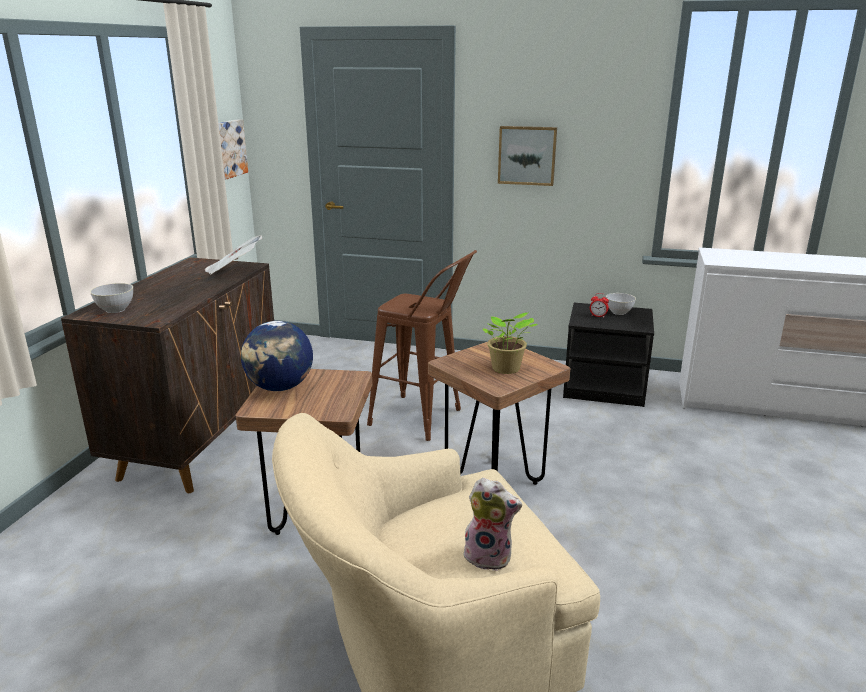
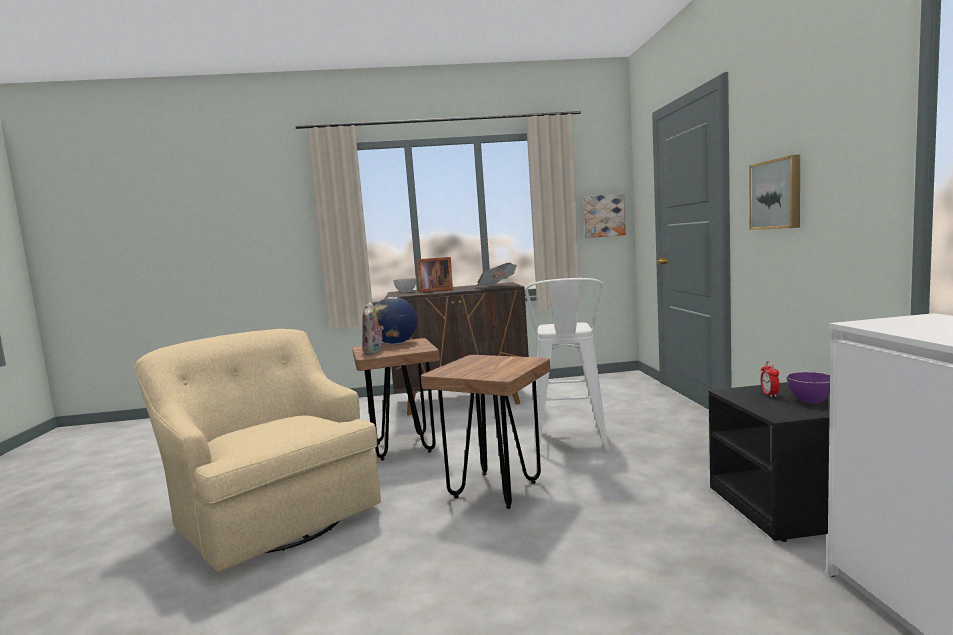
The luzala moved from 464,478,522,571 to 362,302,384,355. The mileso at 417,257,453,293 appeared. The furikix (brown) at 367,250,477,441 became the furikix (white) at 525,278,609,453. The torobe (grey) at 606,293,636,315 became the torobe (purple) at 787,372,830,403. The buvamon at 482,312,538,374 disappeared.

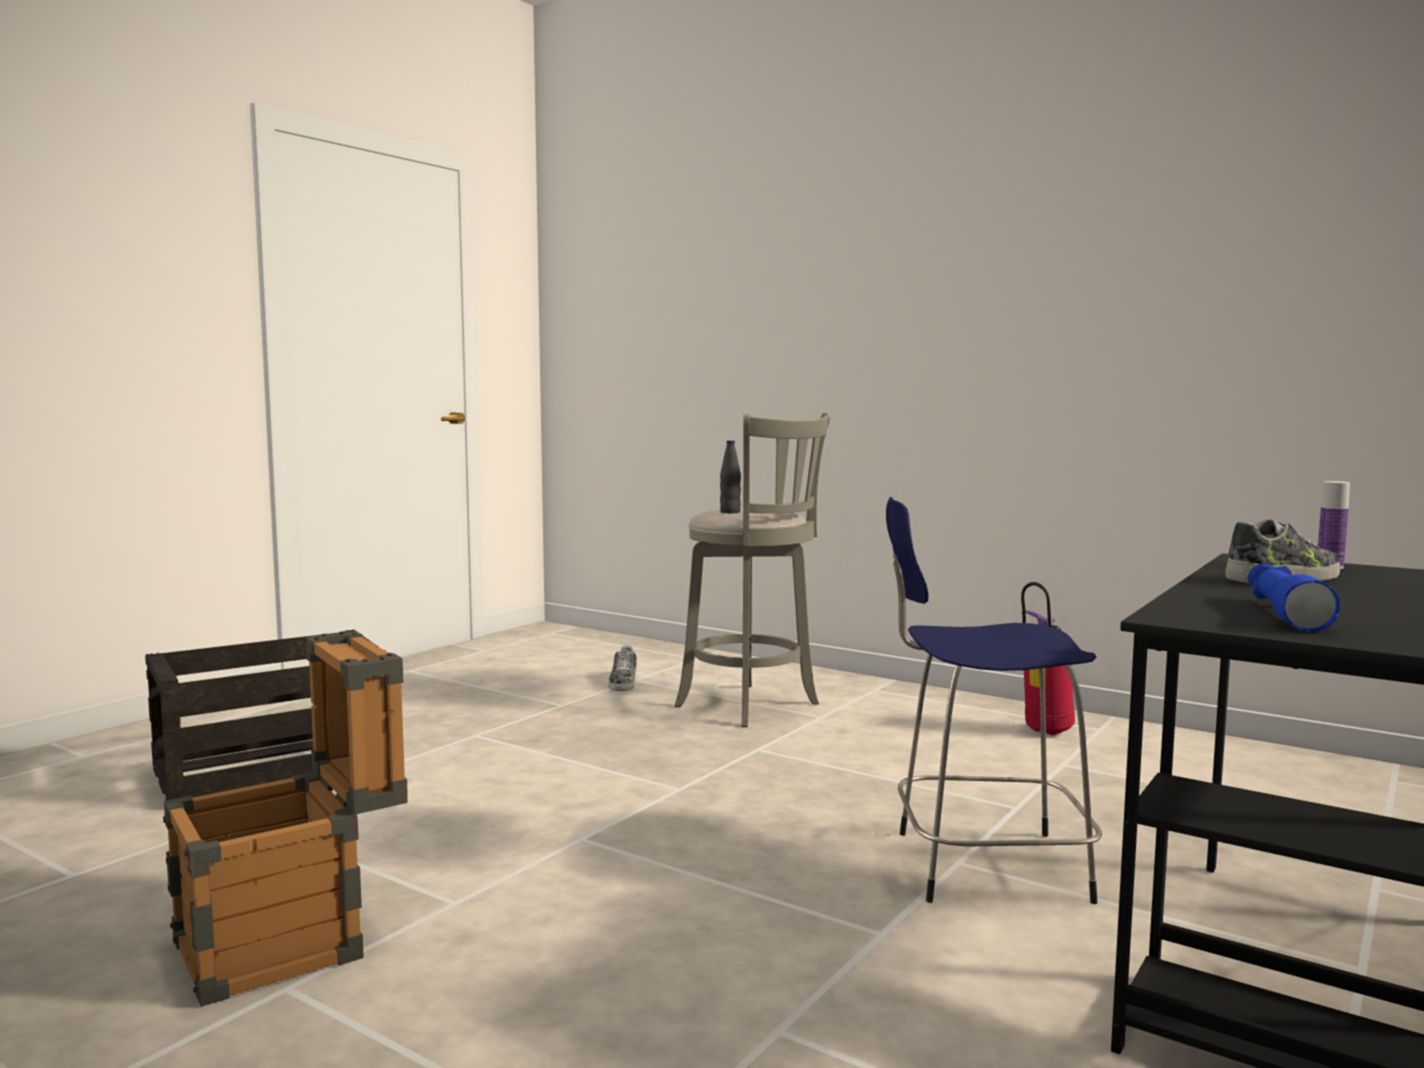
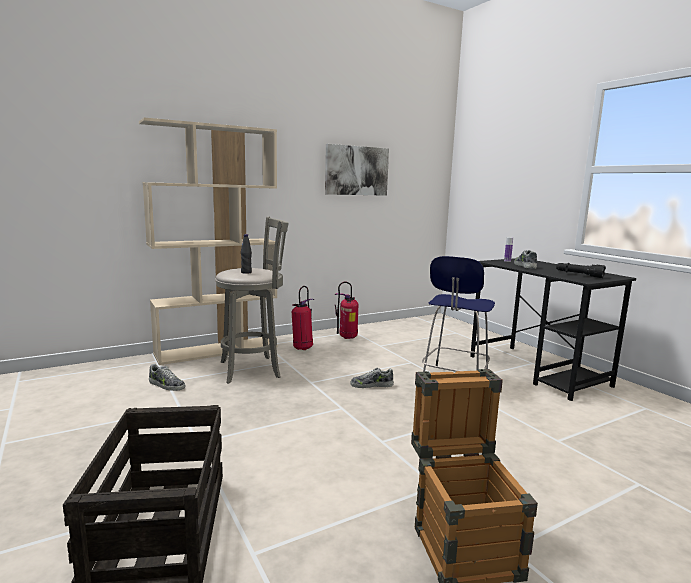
The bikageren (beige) at 139,117,277,365 appeared. The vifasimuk at 292,286,314,350 appeared. The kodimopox at 325,144,389,196 appeared. The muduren at 351,368,394,388 appeared. The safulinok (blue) at 1248,563,1340,632 became the safulinok (black) at 556,263,606,278.

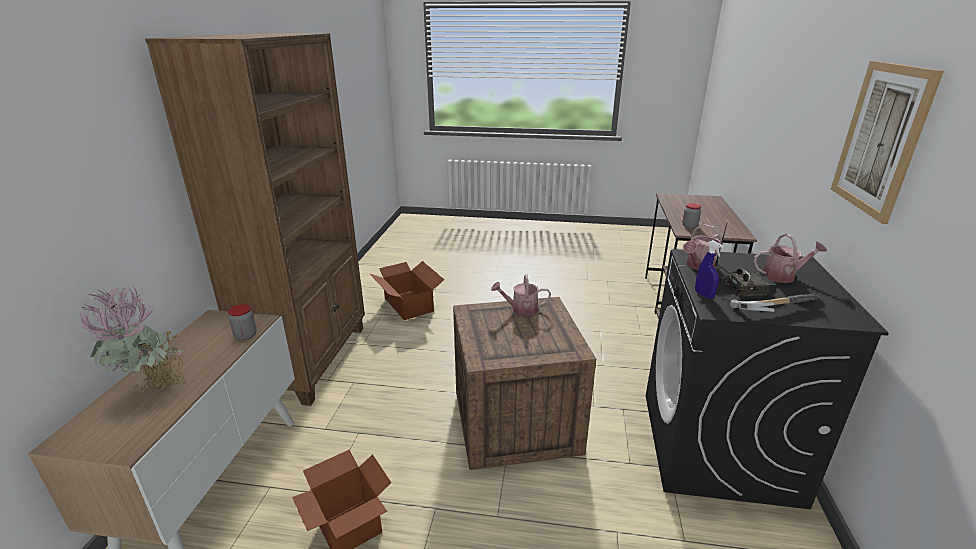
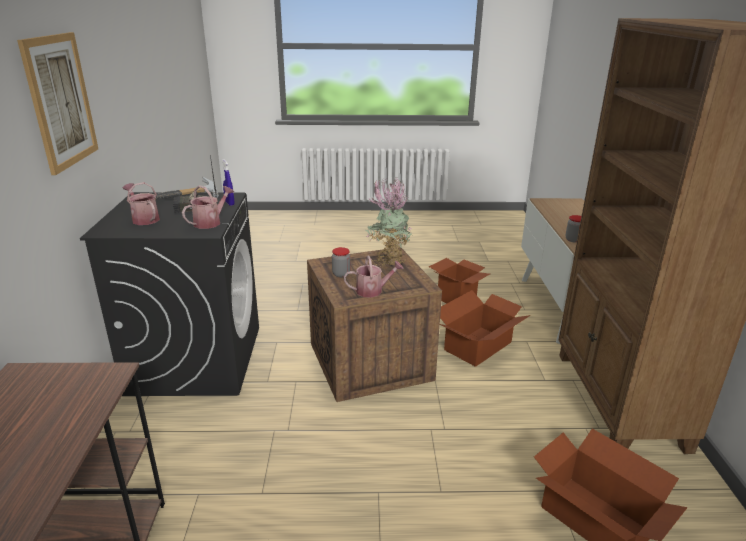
The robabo at 753,233,827,283 turned 60 degrees clockwise. The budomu moved from 682,203,701,228 to 332,247,350,277. The buvamon moved from 79,286,186,395 to 365,177,412,267. The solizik at 440,290,530,367 appeared.

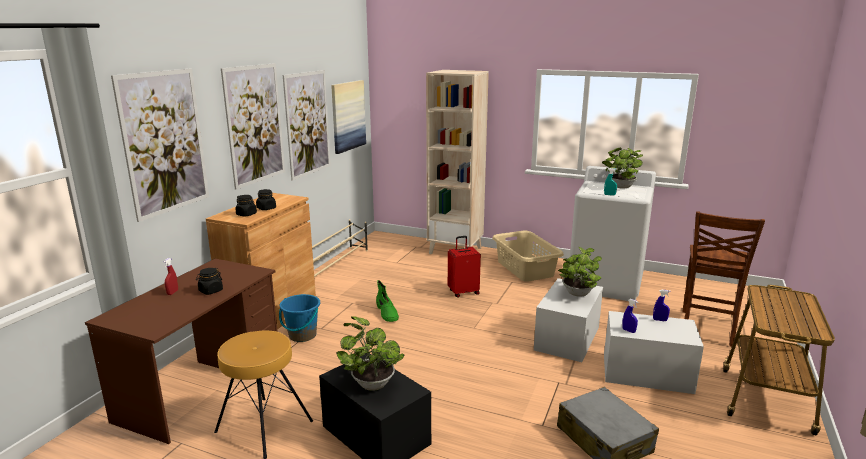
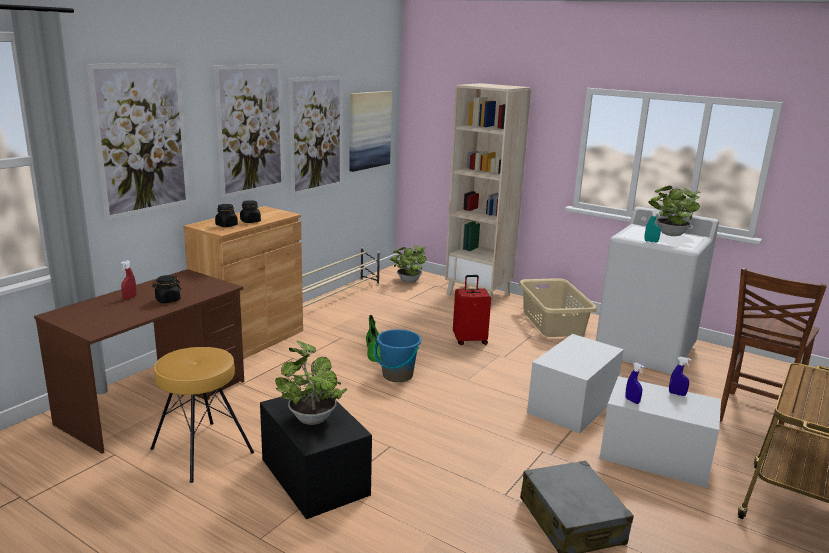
The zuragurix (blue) moved from 279,294,320,342 to 374,329,421,382. The buvamon moved from 558,247,602,296 to 390,245,426,283.

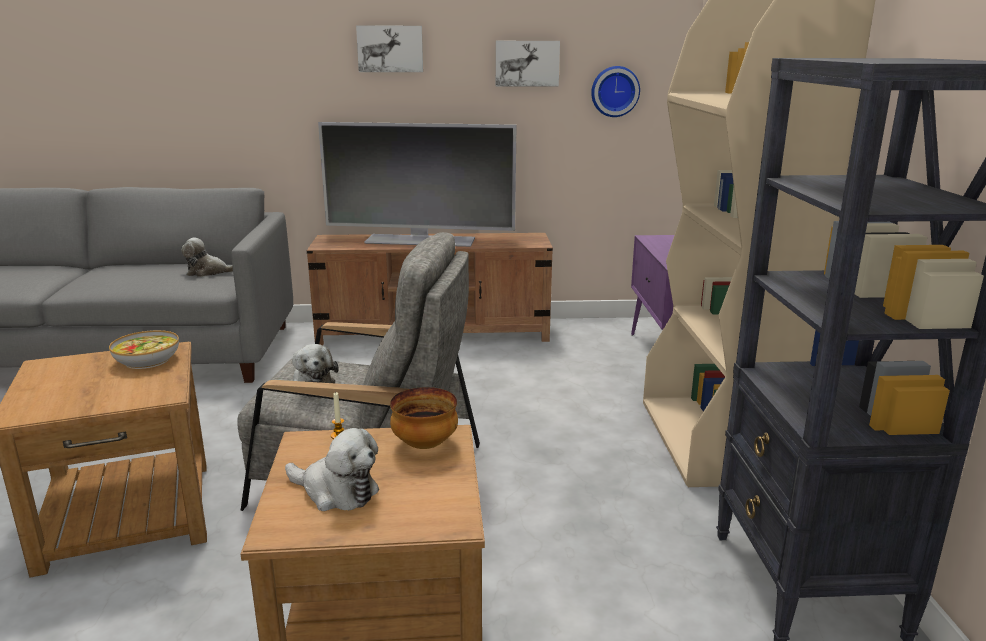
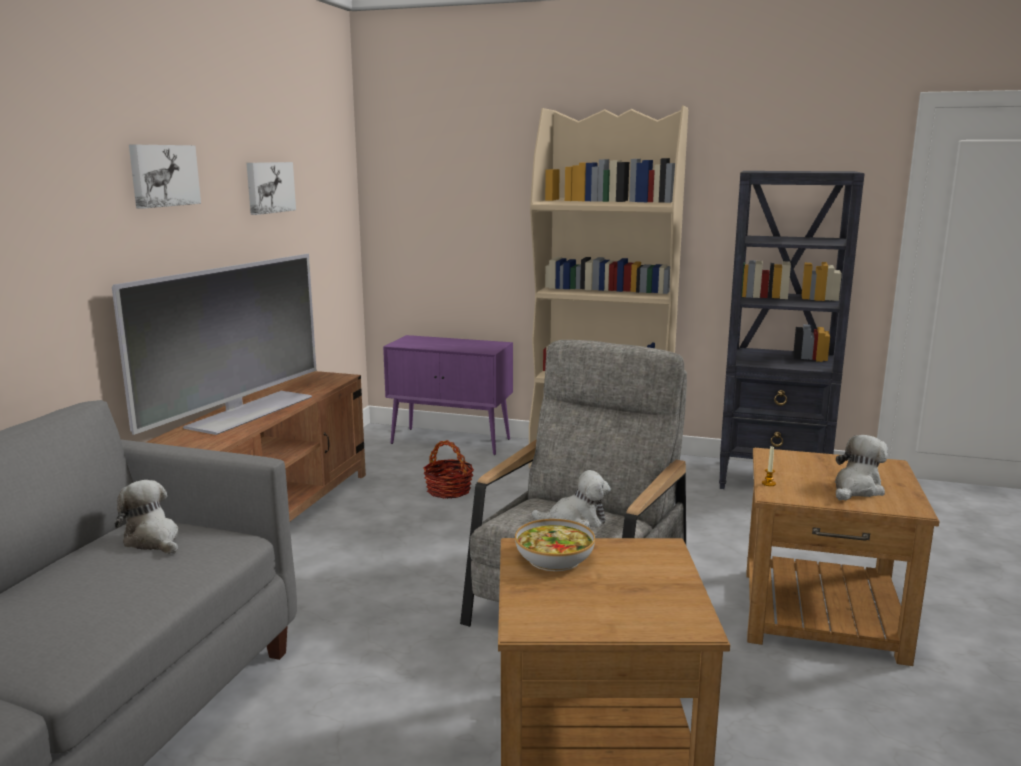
The luzala at 181,237,233,277 turned 120 degrees clockwise. The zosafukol at 423,440,474,499 appeared. The torobe at 390,387,458,449 disappeared. The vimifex at 591,66,640,117 disappeared.

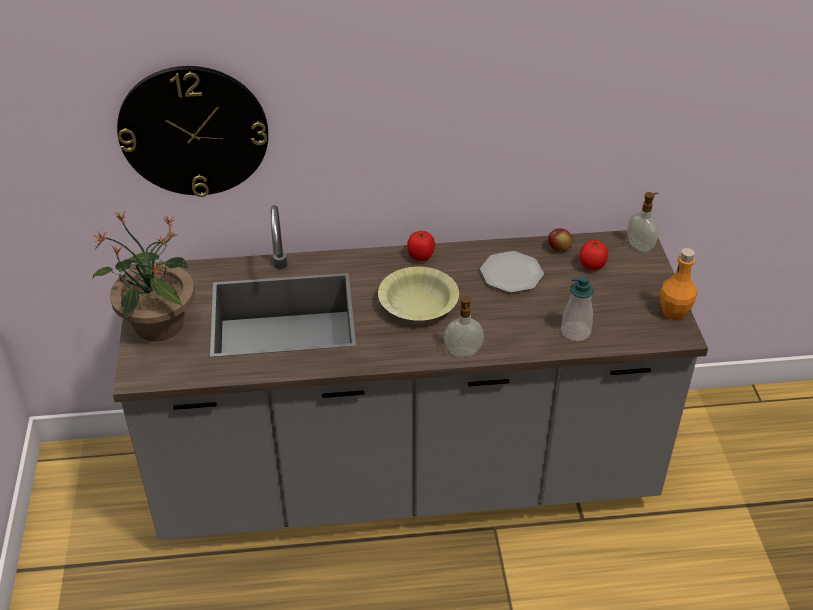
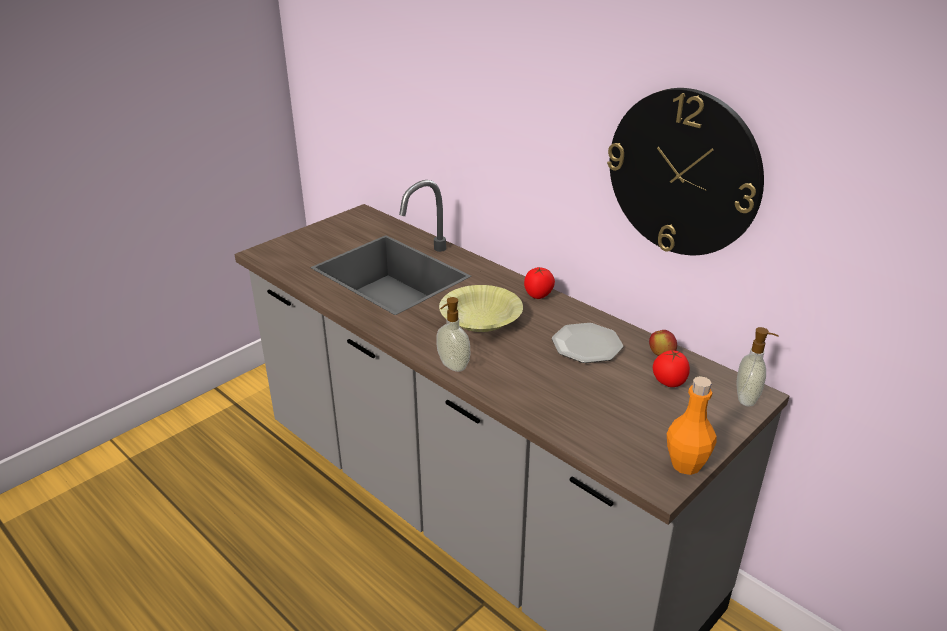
The vimifex moved from 117,66,268,197 to 607,88,764,255. The buvamon at 92,211,195,342 disappeared. The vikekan at 561,276,594,341 disappeared.

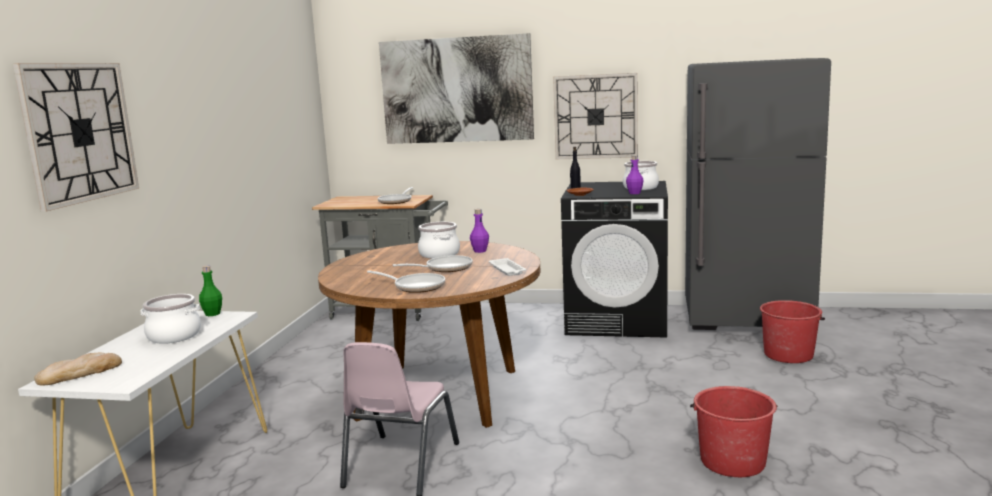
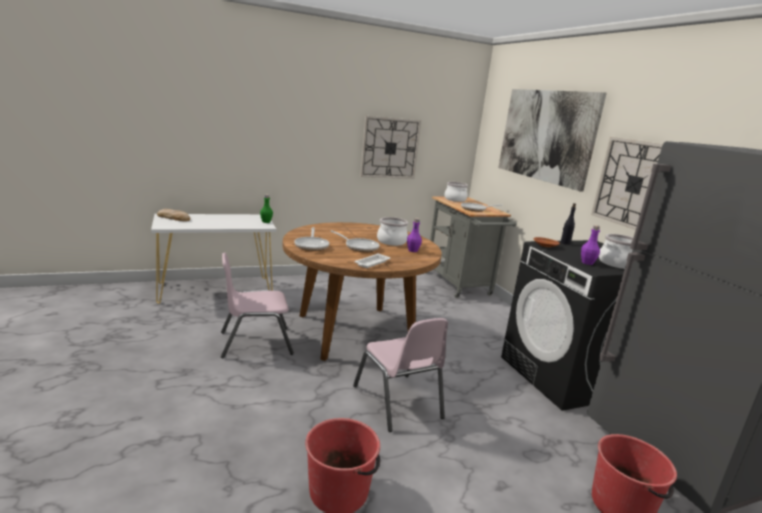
The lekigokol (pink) at 353,318,448,432 appeared. The vimifex moved from 13,63,139,212 to 360,116,421,179. The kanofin moved from 140,294,201,344 to 444,182,468,202.

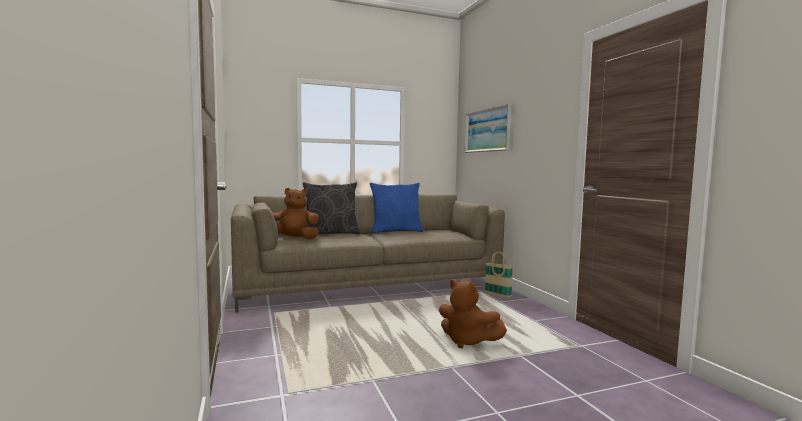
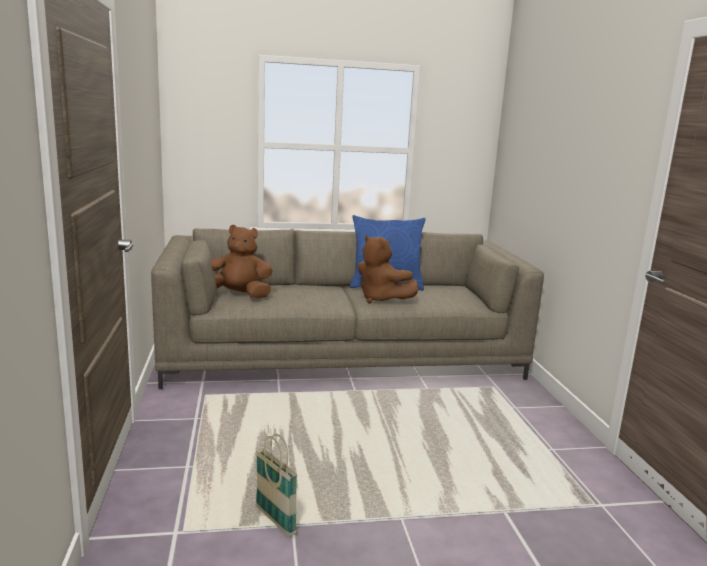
The zosafukol moved from 485,252,513,298 to 256,434,297,537. The luzala (brown) moved from 439,280,507,348 to 358,235,418,304. The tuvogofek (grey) at 303,182,360,234 disappeared. The kodimopox at 464,104,511,153 disappeared.

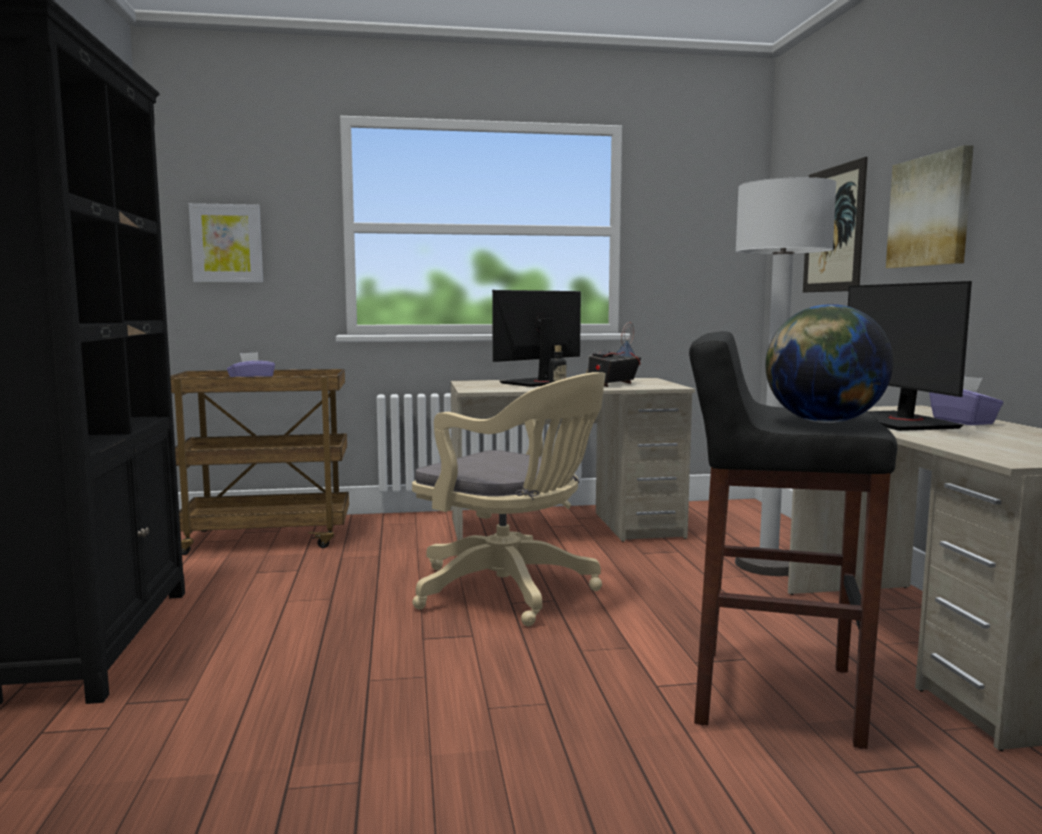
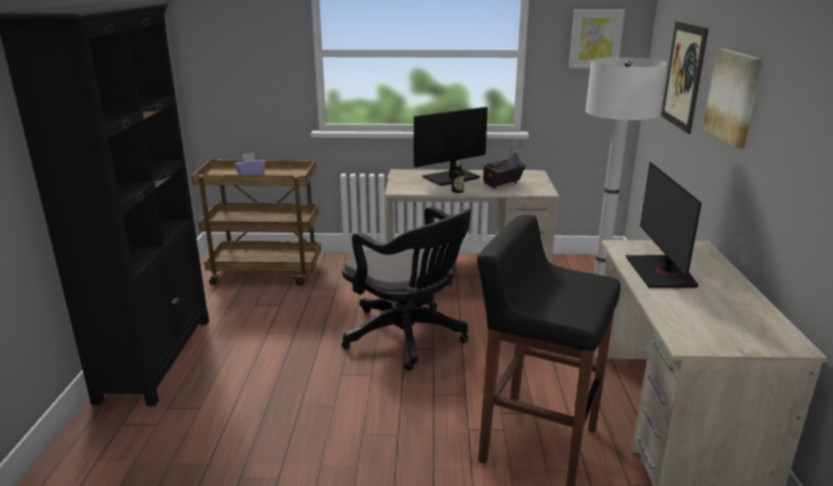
The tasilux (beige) at 412,372,606,626 became the tasilux (black) at 341,207,472,371. The kodimopox moved from 189,203,263,283 to 569,9,625,68. The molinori at 766,304,893,423 disappeared. The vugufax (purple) at 929,376,1003,425 disappeared.

